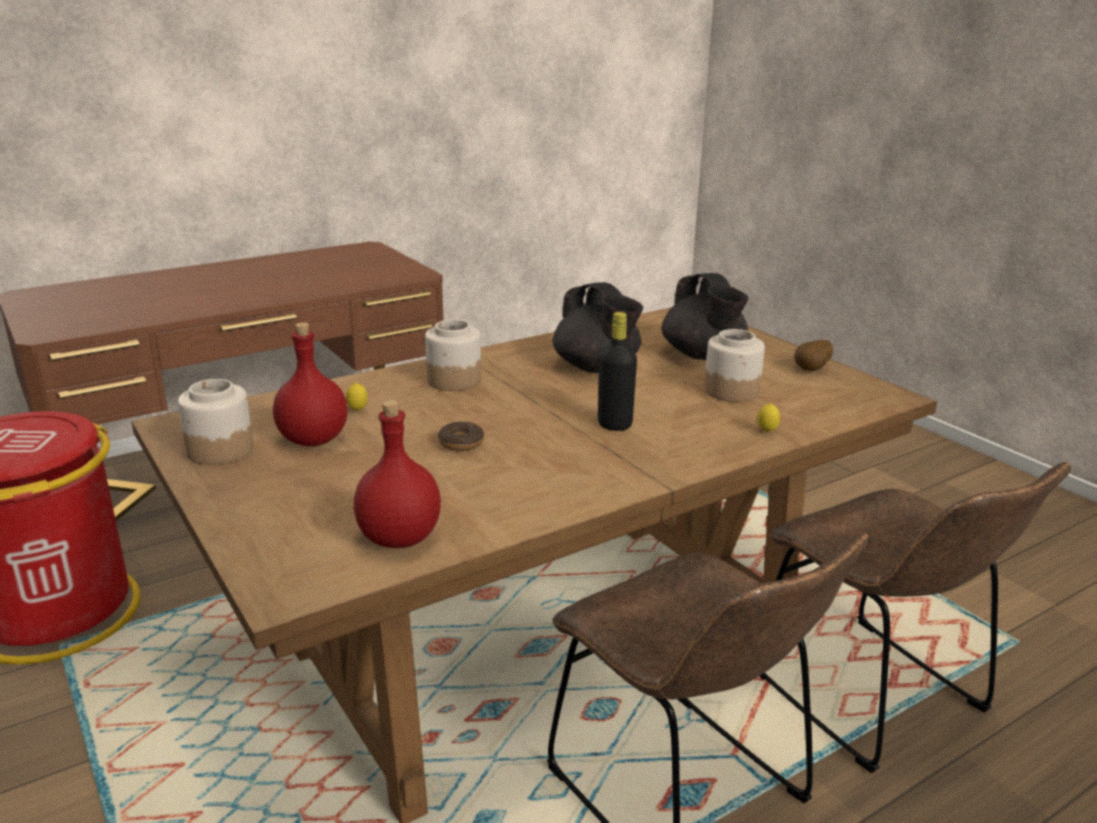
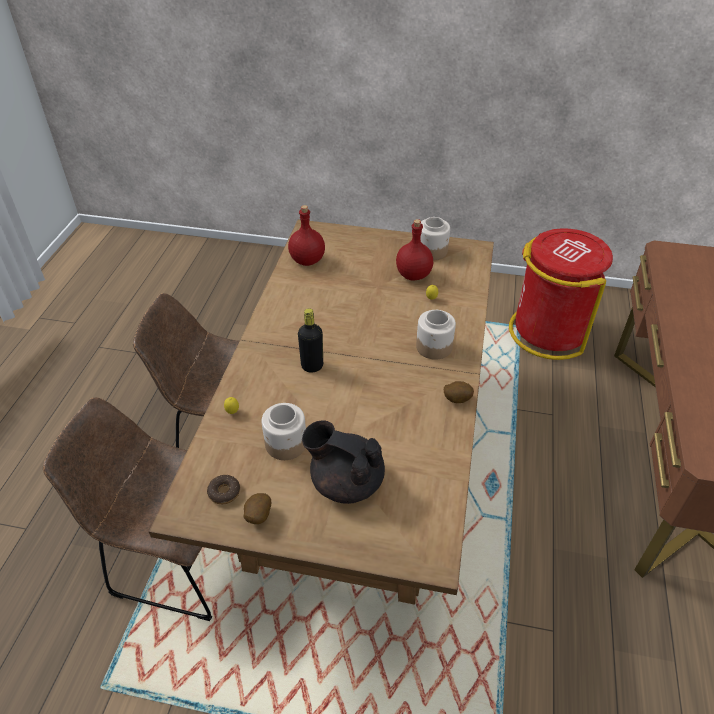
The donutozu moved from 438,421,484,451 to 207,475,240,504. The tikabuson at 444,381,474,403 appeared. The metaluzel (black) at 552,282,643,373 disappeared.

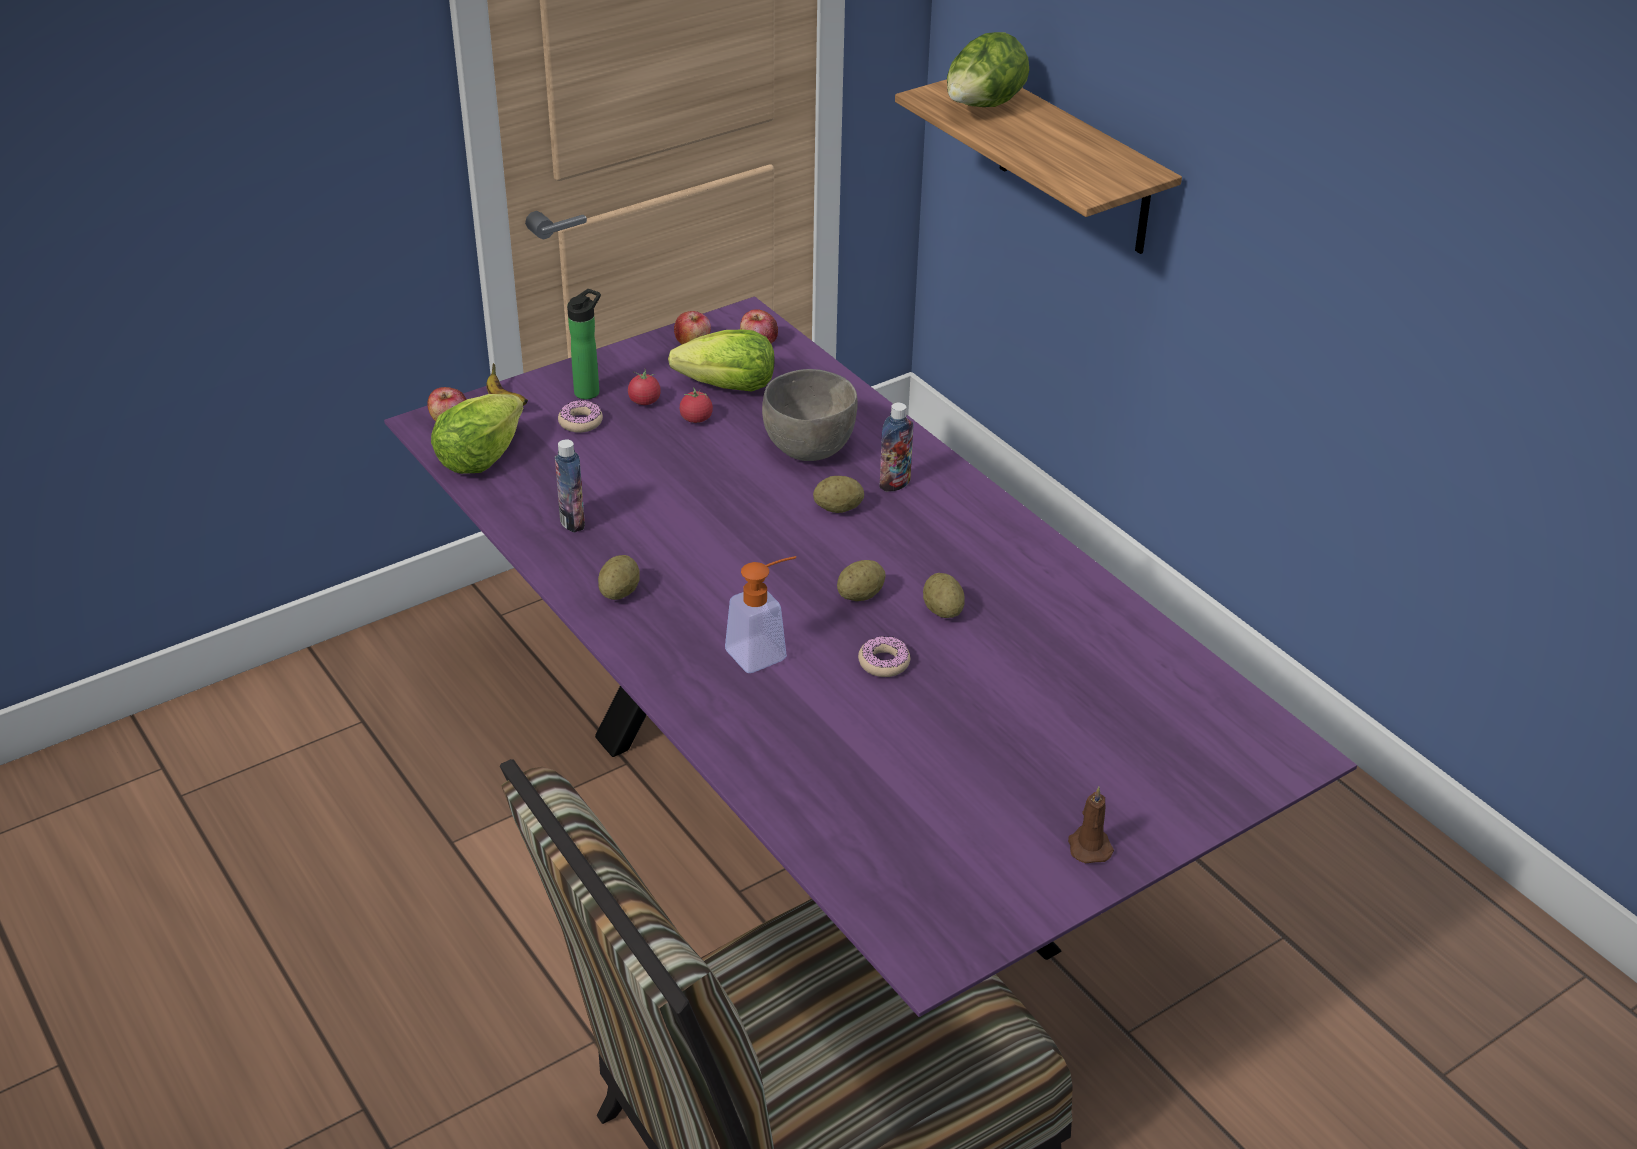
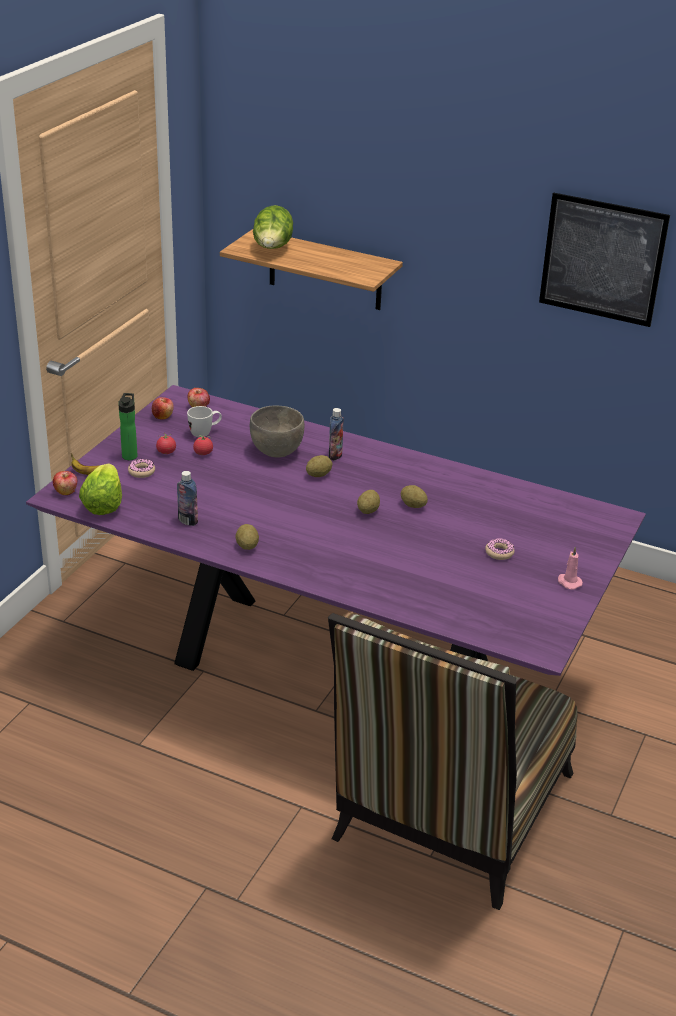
The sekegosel at 668,329,775,392 was replaced by the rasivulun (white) at 187,406,222,437. The donutozu moved from 858,636,910,677 to 485,538,515,560. The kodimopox at 539,193,670,327 appeared. The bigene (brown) at 1068,786,1114,863 became the bigene (pink) at 558,547,583,589. The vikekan at 725,556,796,673 disappeared.

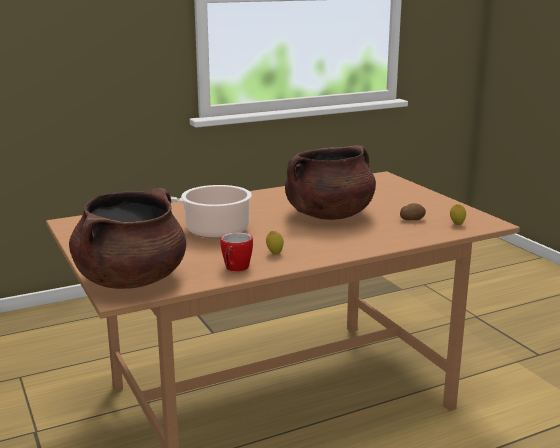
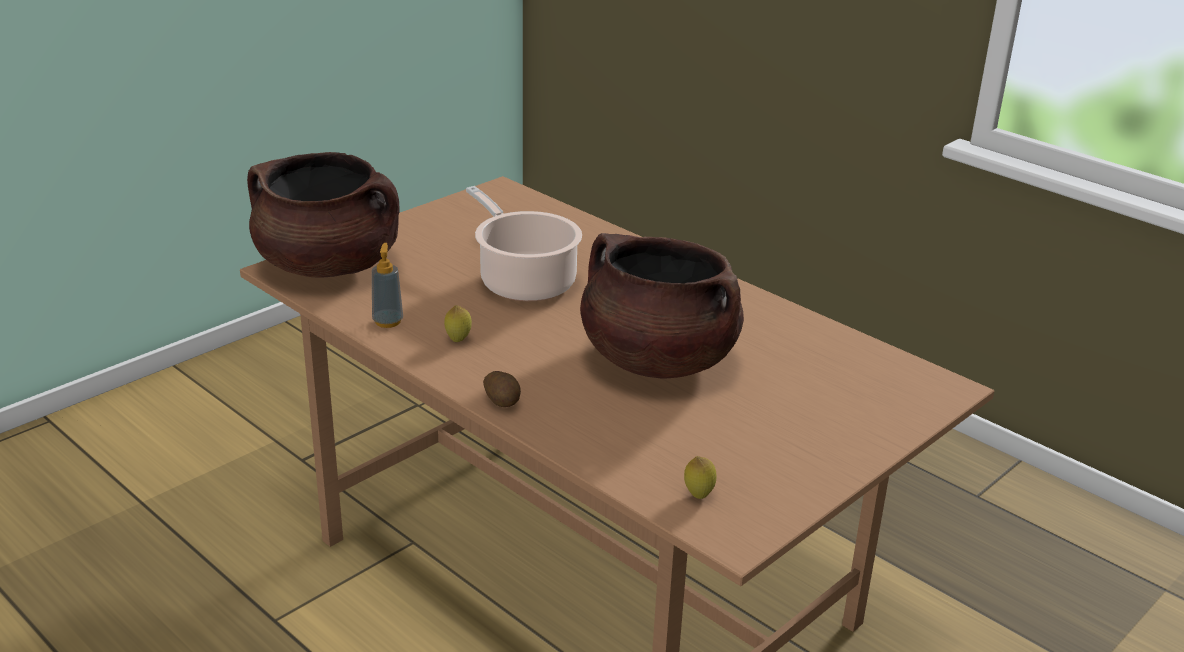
The rasivulun at 221,232,253,272 was replaced by the vikekan at 372,243,403,328. The tikabuson moved from 400,203,426,220 to 483,371,521,407.

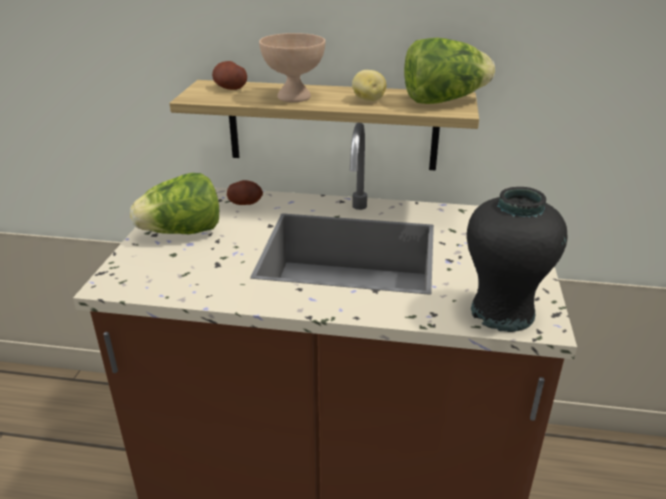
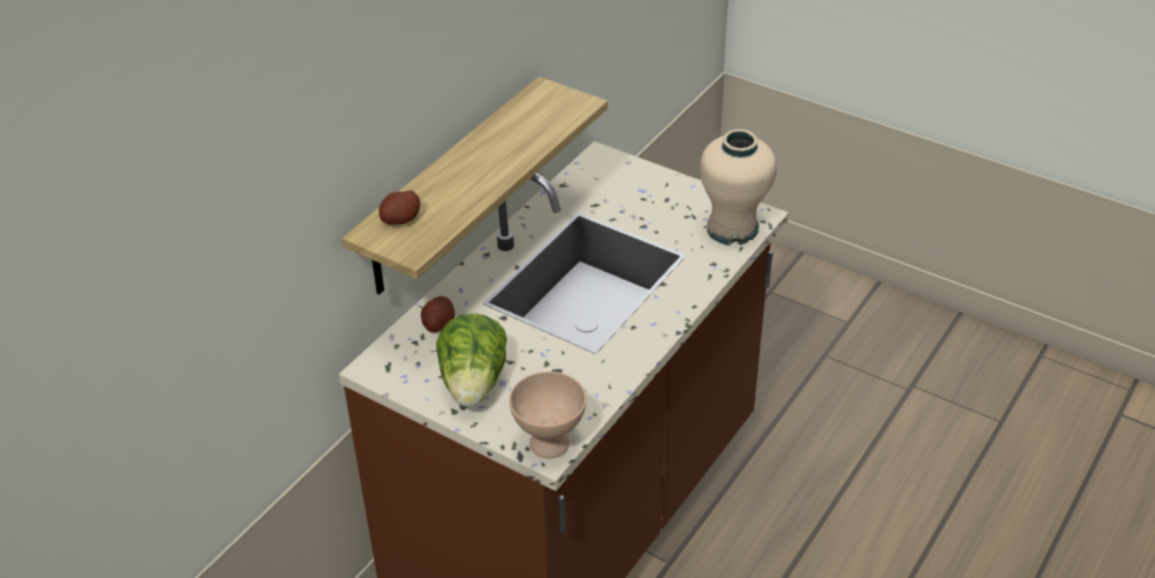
The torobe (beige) moved from 259,33,325,102 to 509,371,586,459. The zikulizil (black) at 467,187,567,332 became the zikulizil (beige) at 700,129,777,245. The tikabuson at 352,70,386,101 disappeared. The sekegosel at 404,38,495,104 disappeared.

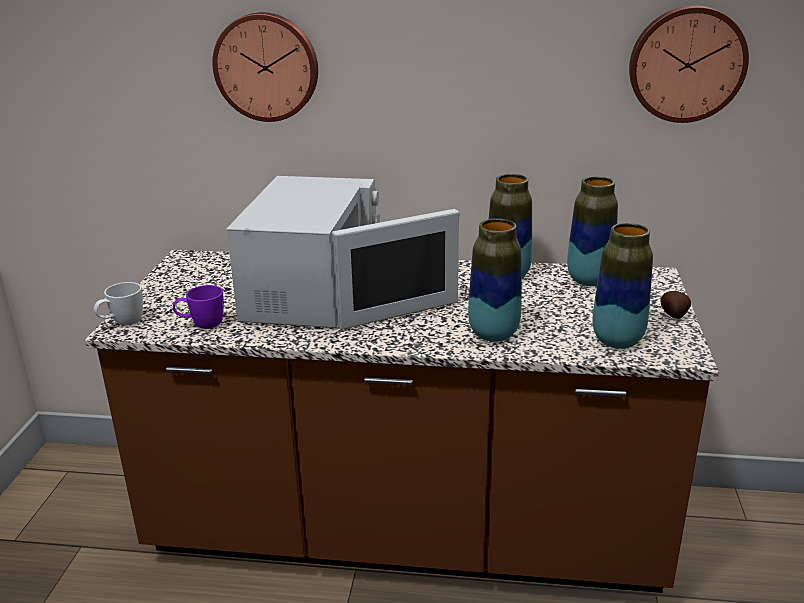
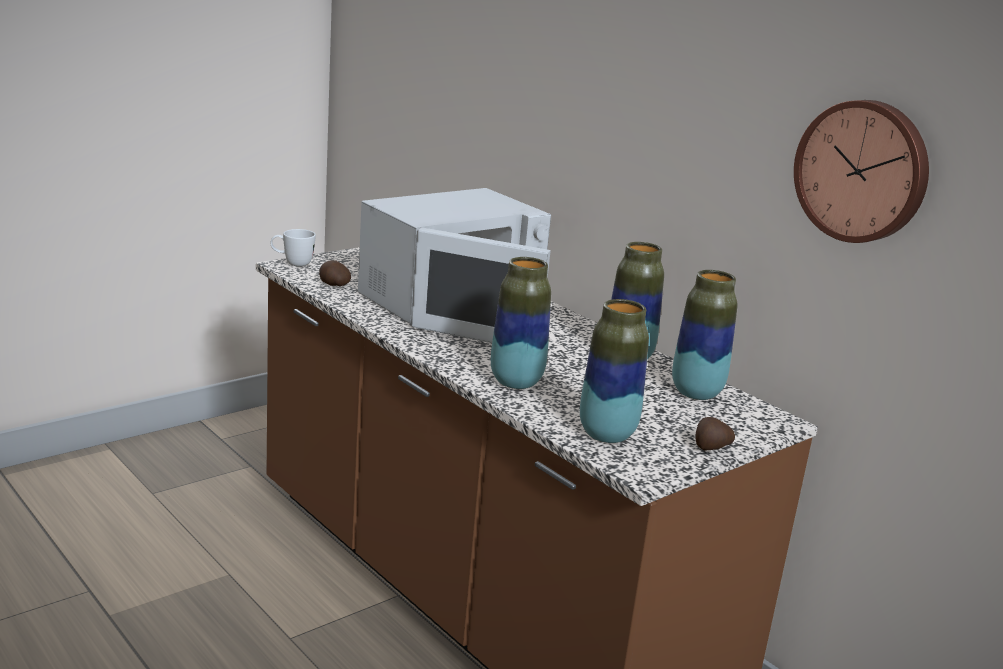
The rasivulun (purple) at 173,285,224,329 was replaced by the tikabuson at 319,260,351,286. The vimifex at 212,12,318,122 disappeared.

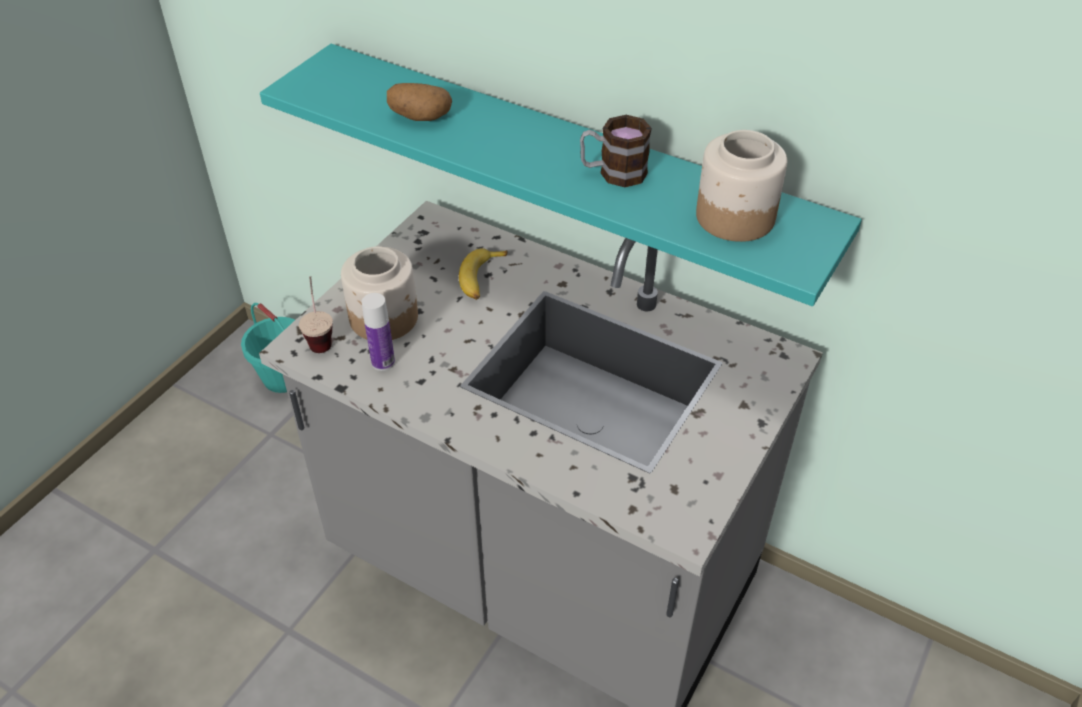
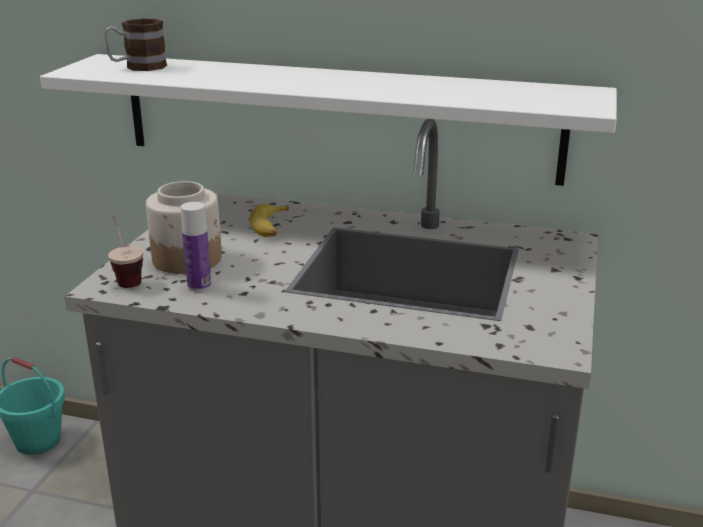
The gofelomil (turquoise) at 260,44,862,306 became the gofelomil (white) at 40,54,617,186. The rasivulun moved from 580,115,652,187 to 104,18,167,71. The tikabuson at 387,83,452,121 disappeared. The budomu at 696,130,787,242 disappeared.

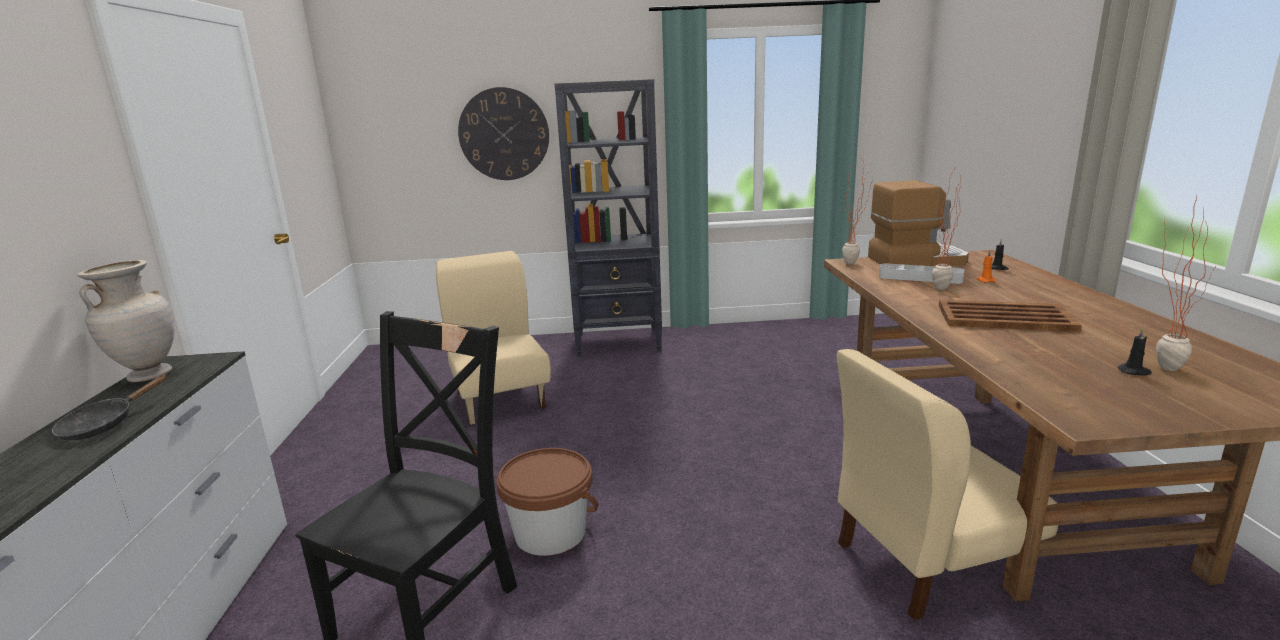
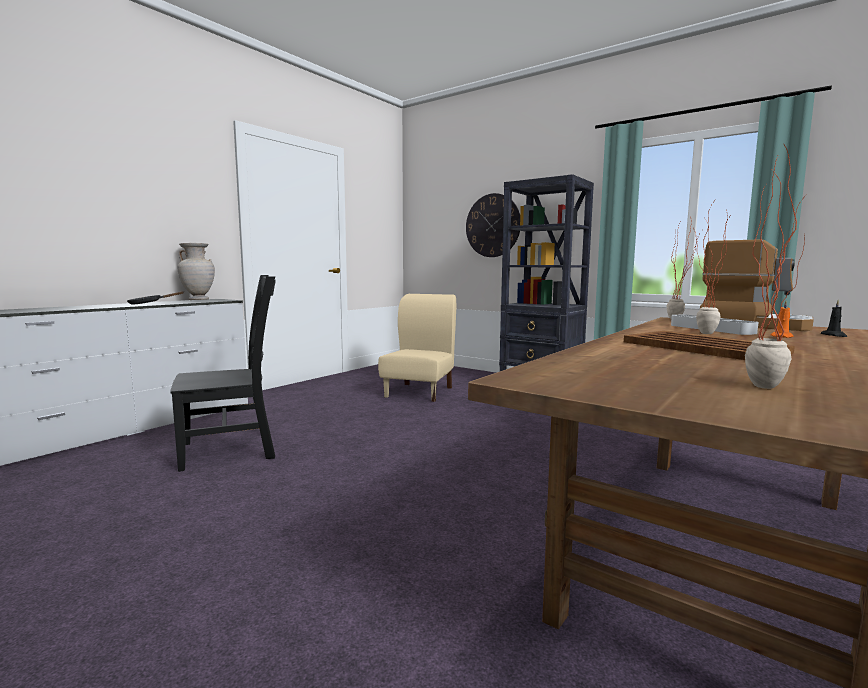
The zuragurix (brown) at 496,448,599,556 disappeared. The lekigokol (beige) at 836,349,1058,620 disappeared. The bigene (black) at 1117,328,1152,376 disappeared.

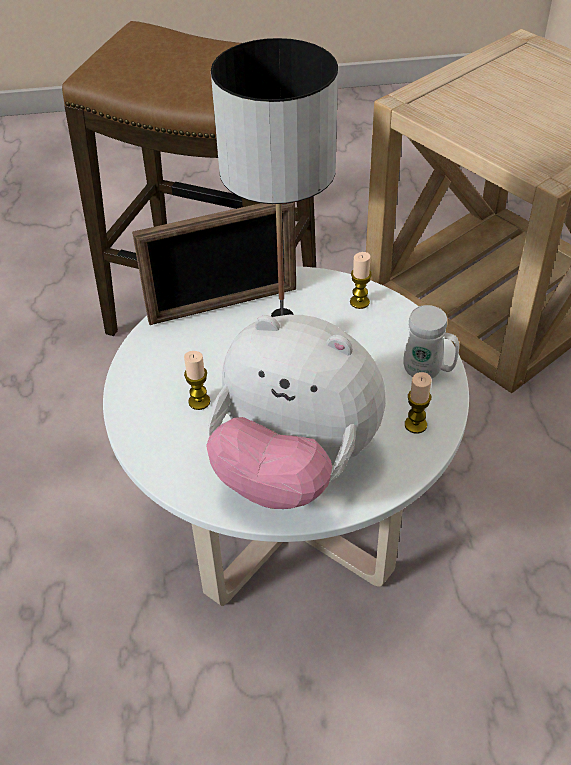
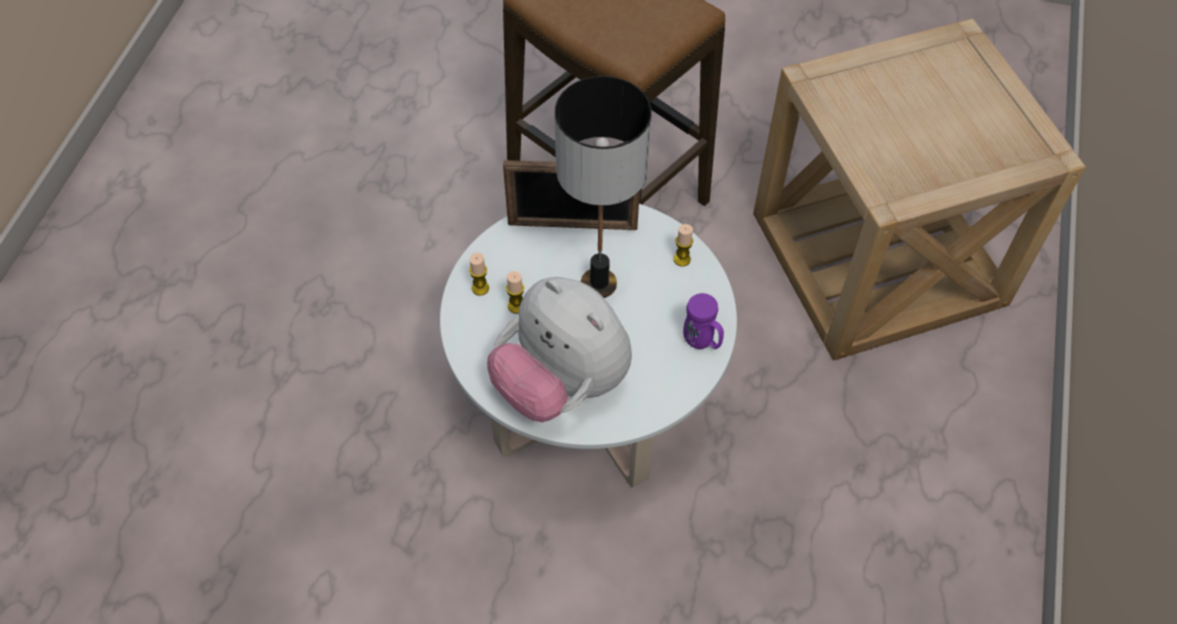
The bigene moved from 405,372,431,434 to 469,253,489,296. The rasivulun (white) at 403,305,459,379 became the rasivulun (purple) at 683,293,724,349.

